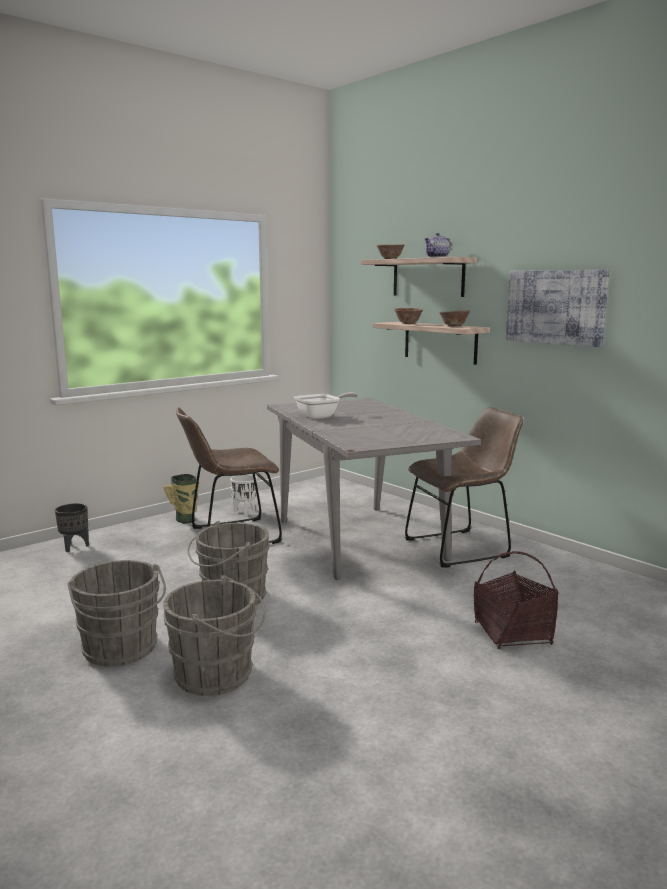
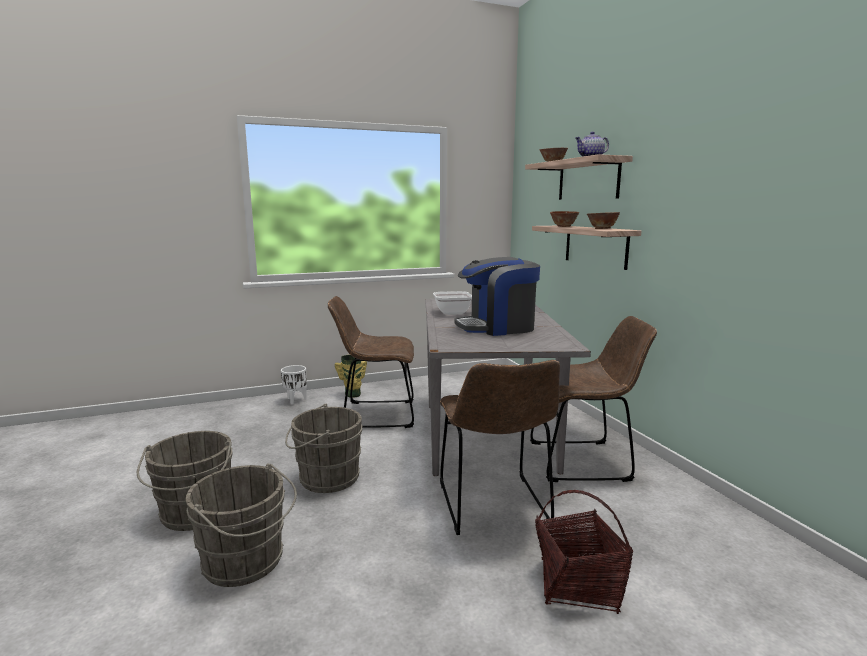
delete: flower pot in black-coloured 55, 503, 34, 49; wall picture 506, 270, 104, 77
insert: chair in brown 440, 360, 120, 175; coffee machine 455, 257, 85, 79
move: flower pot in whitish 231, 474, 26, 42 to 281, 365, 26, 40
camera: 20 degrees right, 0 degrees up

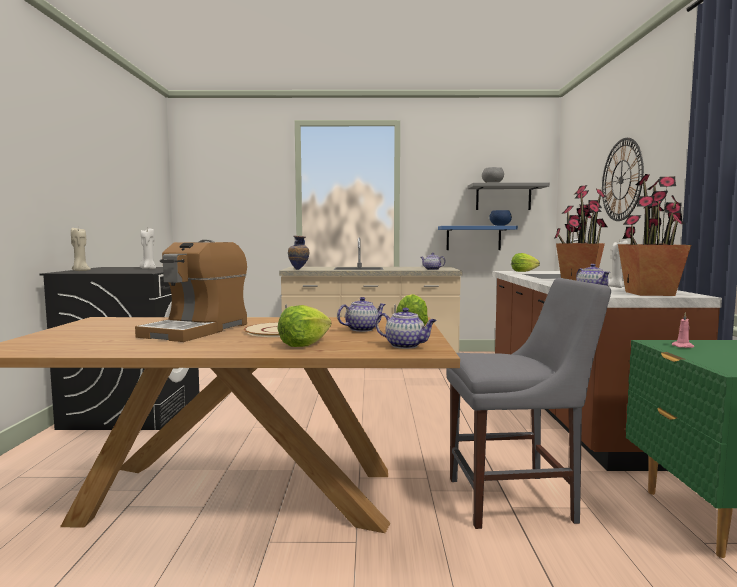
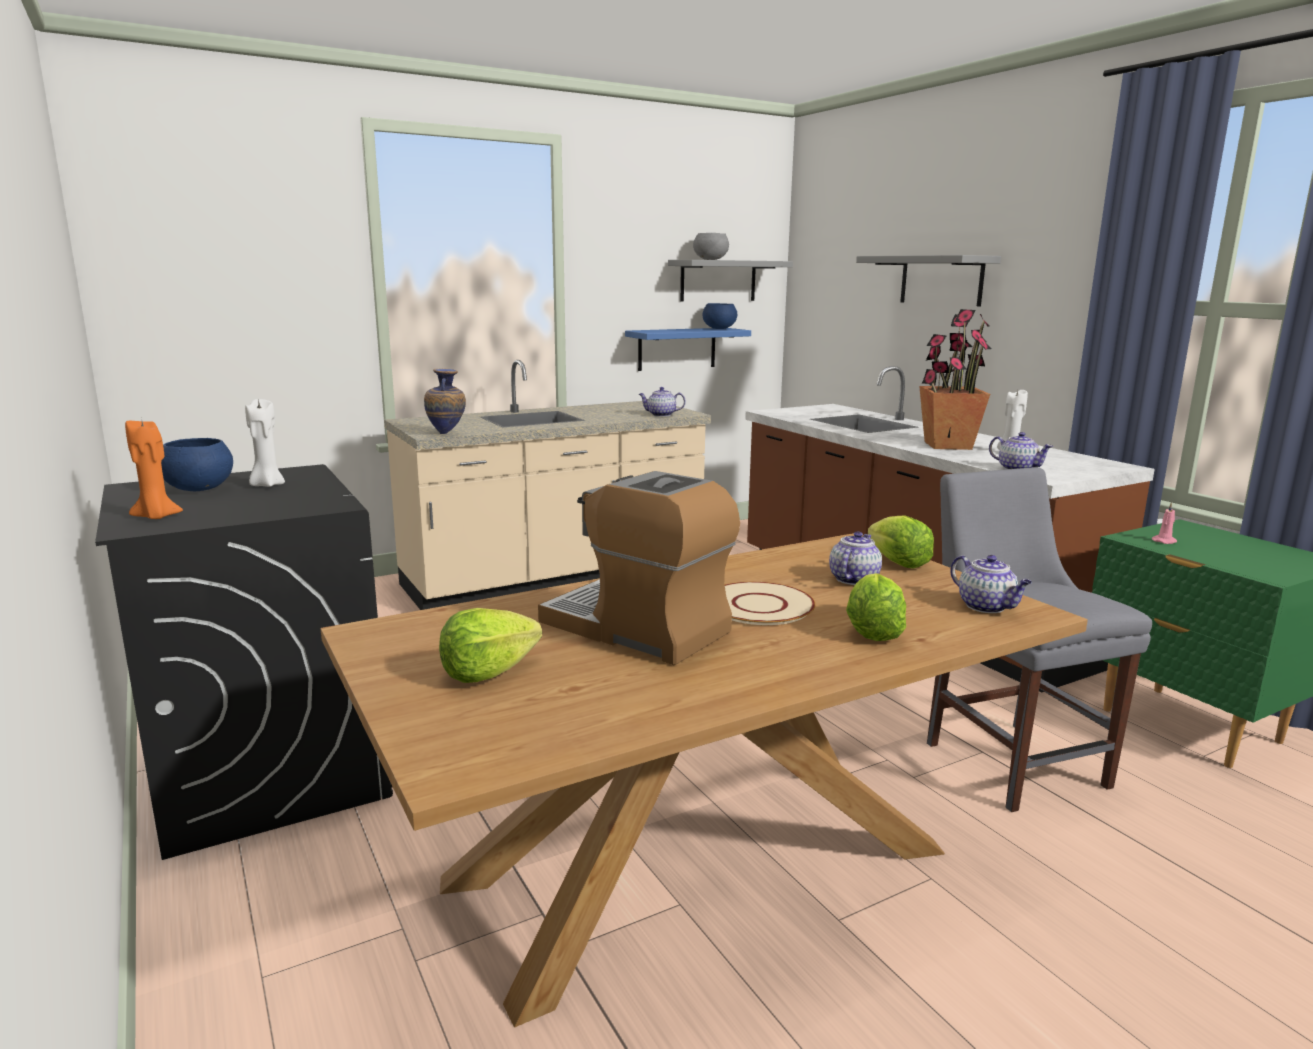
delete: plant in a pot 618, 174, 73, 122
insert: bowl in blue 161, 438, 72, 53
move: lettuce head 511, 253, 29, 19 to 439, 608, 103, 75
replace: clock on the wall 602, 138, 42, 83 to bracket shelf in greyish 856, 255, 145, 51
recolor: wax candle in beige-coloured 71, 228, 20, 43 to wax candle in orangey 125, 421, 58, 98
rotate: coffee machine 135, 240, 112, 102 = 538, 471, 202, 194 135 degrees clockwise; chair in greyish 446, 278, 165, 251 = 927, 467, 225, 345 75 degrees counterclockwise; pot for tea 376, 307, 61, 42 = 950, 555, 82, 58 60 degrees clockwise
camera: 30 degrees left, 10 degrees up

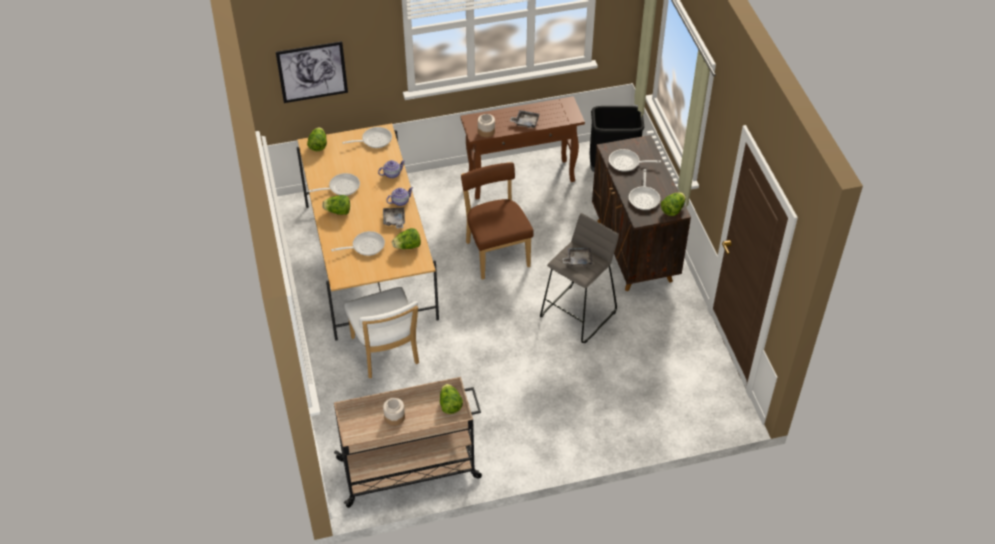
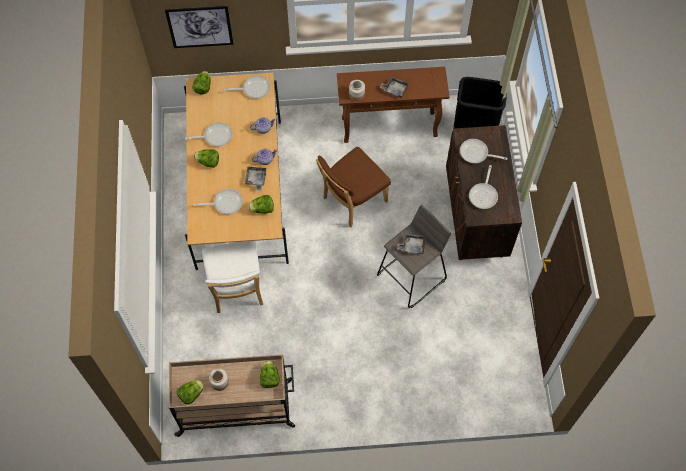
move: lettuce head 661, 192, 25, 24 to 177, 380, 27, 24
rotate: chair in brown 461, 162, 72, 118 = 316, 147, 75, 80 120 degrees counterclockwise
camera: 10 degrees right, 15 degrees up

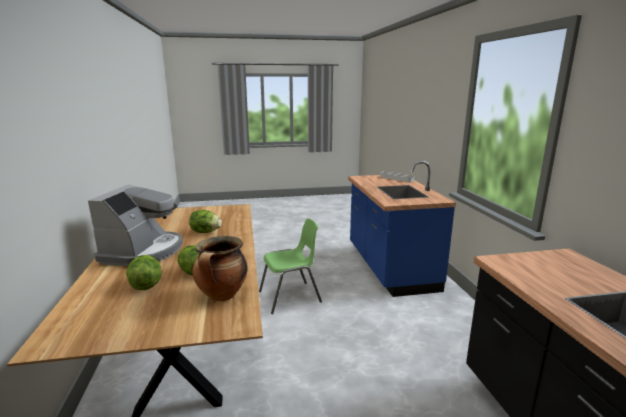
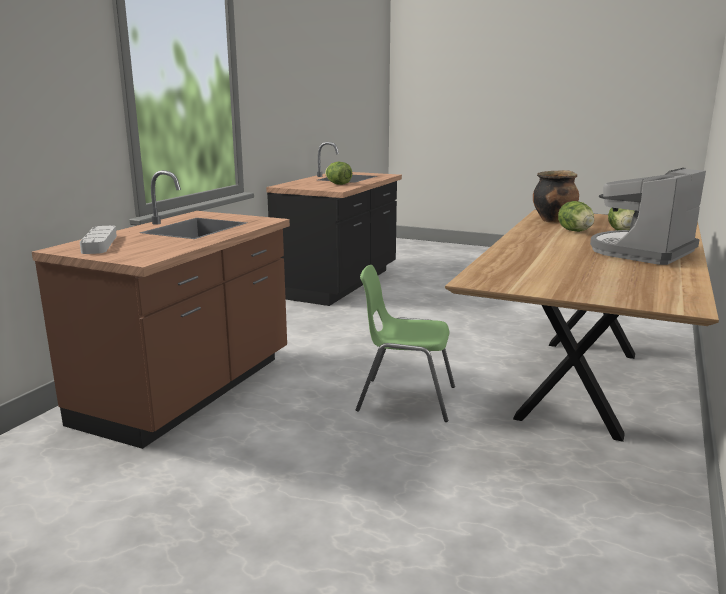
move: lettuce head 189, 210, 33, 23 to 325, 162, 27, 23
recolor: counter in blue 348, 161, 108, 136 to counter in brown 32, 170, 258, 279
camera: 145 degrees left, 0 degrees up

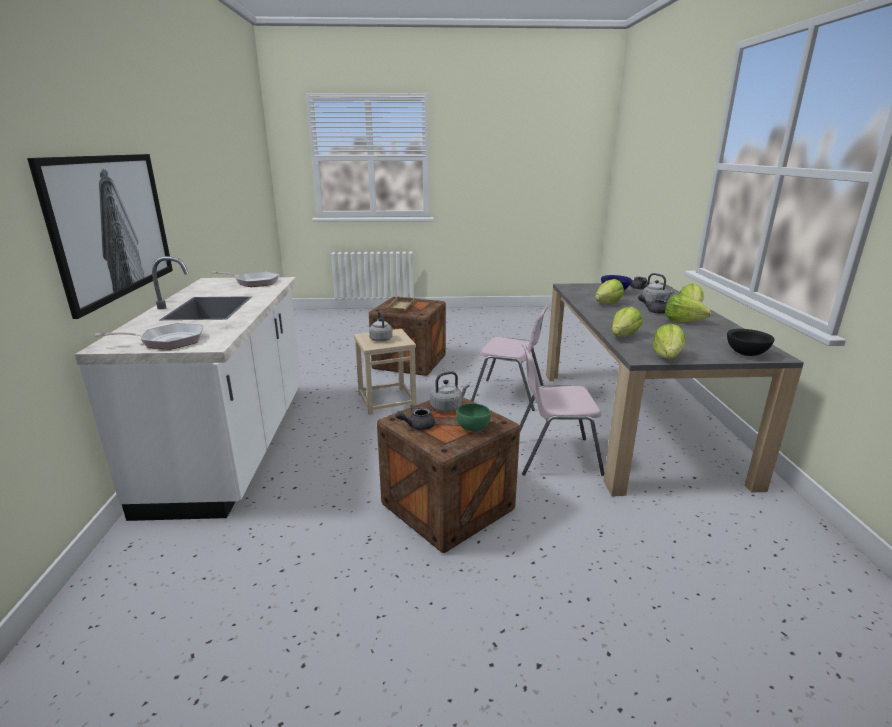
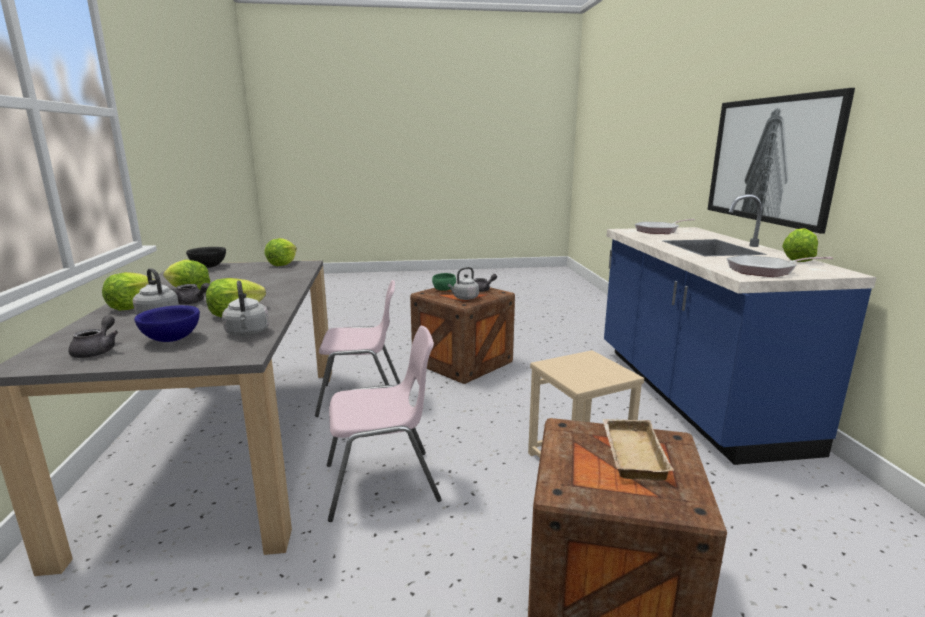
move: kettle in greyish 369, 311, 24, 31 to 222, 280, 47, 56; lettuce head 612, 307, 31, 30 to 782, 228, 36, 34
recolor: counter in whitish 75, 256, 226, 265 to counter in blue 604, 194, 273, 271
rotate: chair in pink 471, 305, 78, 106 = 327, 326, 115, 196 150 degrees clockwise
camera: 175 degrees right, 5 degrees down

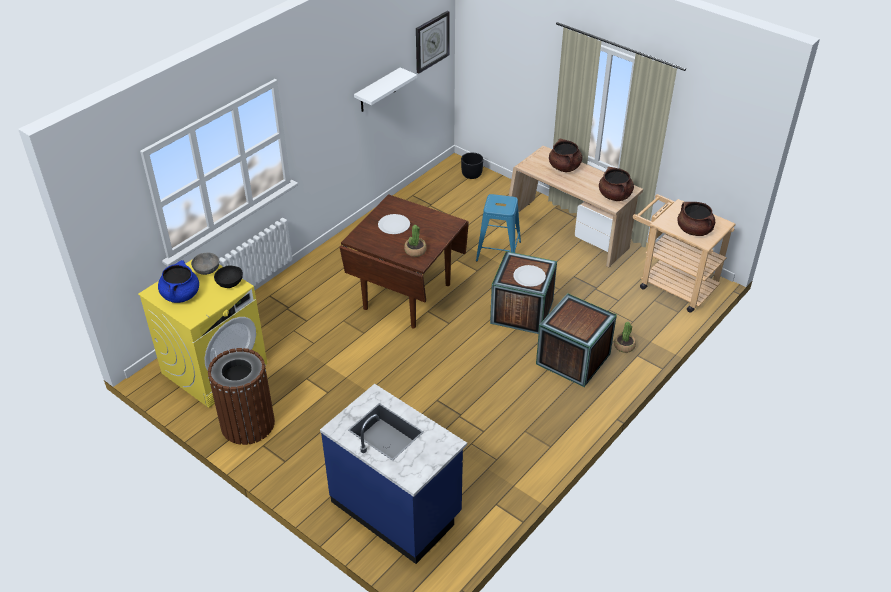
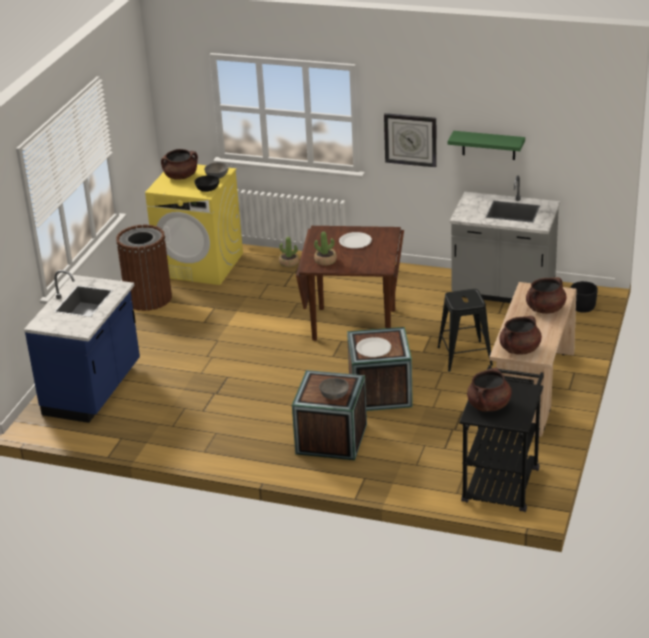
insert: bowl in greyish 319, 378, 30, 22; counter in greyish 450, 175, 110, 128
move: plant in a pot 614, 322, 22, 31 to 279, 237, 20, 30; clock on the wall 416, 11, 34, 62 to 384, 113, 53, 54
recolor: saucepot in blue 158, 260, 41, 43 to saucepot in brown 161, 149, 37, 31; stool seat in blue 476, 194, 45, 67 to stool seat in black-coloured 437, 289, 56, 83; bracket shelf in whitish 354, 67, 63, 45 to bracket shelf in green 448, 131, 77, 29; cart in beige-coloured 633, 194, 103, 119 to cart in black-coloured 459, 365, 85, 147
camera: 70 degrees right, 10 degrees down

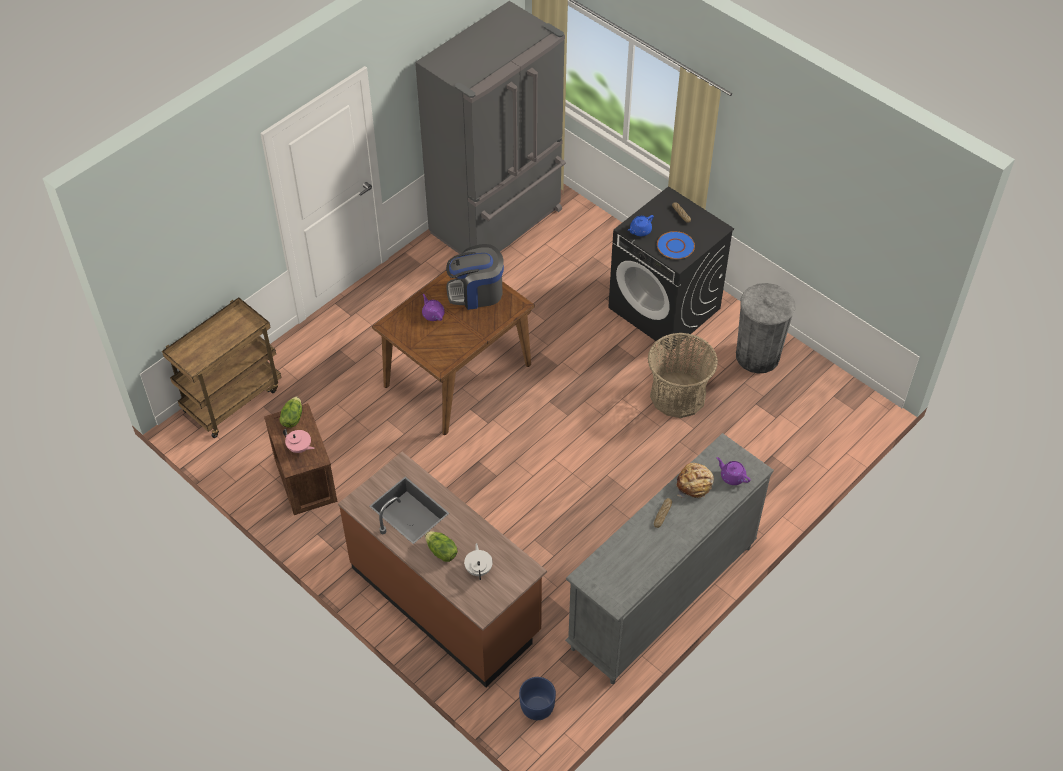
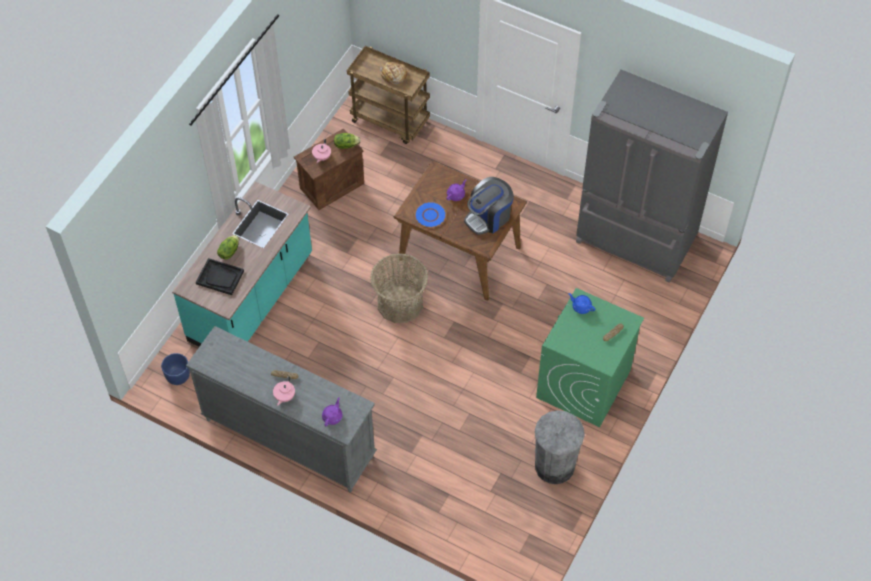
insert: pot for tea in pink 273, 376, 22, 30
move: household basket 647, 333, 71, 85 to 370, 253, 58, 70; bread 677, 463, 37, 35 to 380, 62, 27, 22; dinner plate in blue 657, 231, 38, 28 to 415, 202, 31, 26
replace: pot for tea in whitish 464, 543, 29, 37 to tray in black-coloured 196, 258, 48, 37
recolor: counter in brown 338, 452, 209, 235 to counter in turquoise-coloured 172, 181, 140, 166; washing machine in black-coloured 608, 186, 126, 165 to washing machine in green 536, 288, 108, 139
rotate: coffee machine 446, 244, 58, 66 = 464, 177, 50, 58 105 degrees counterclockwise
camera: 75 degrees right, 5 degrees up

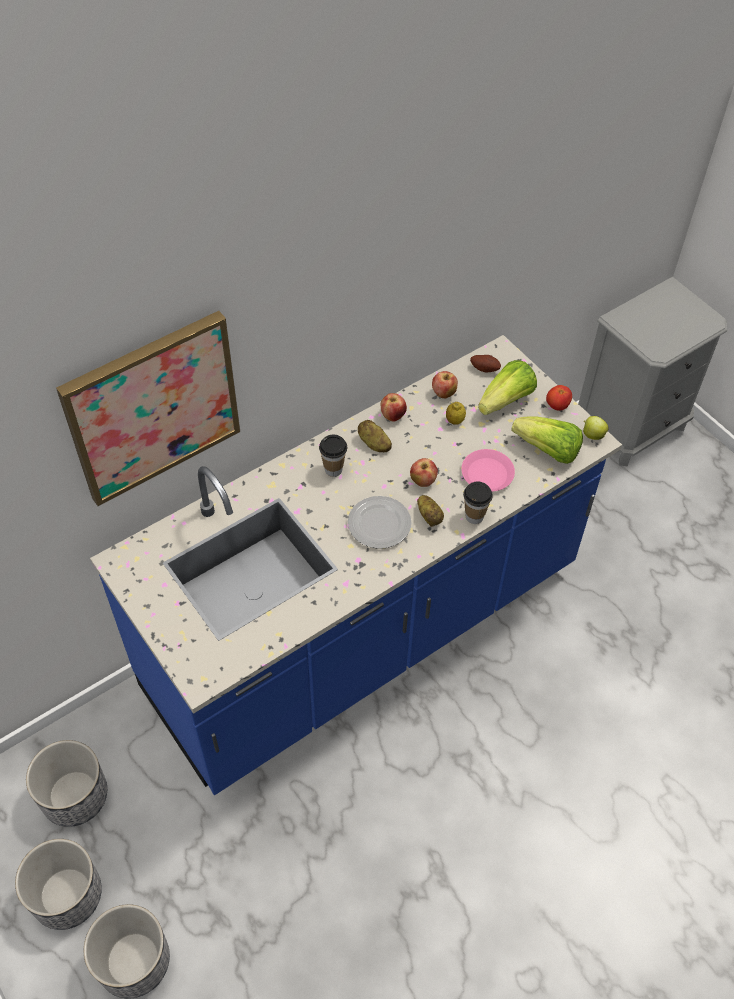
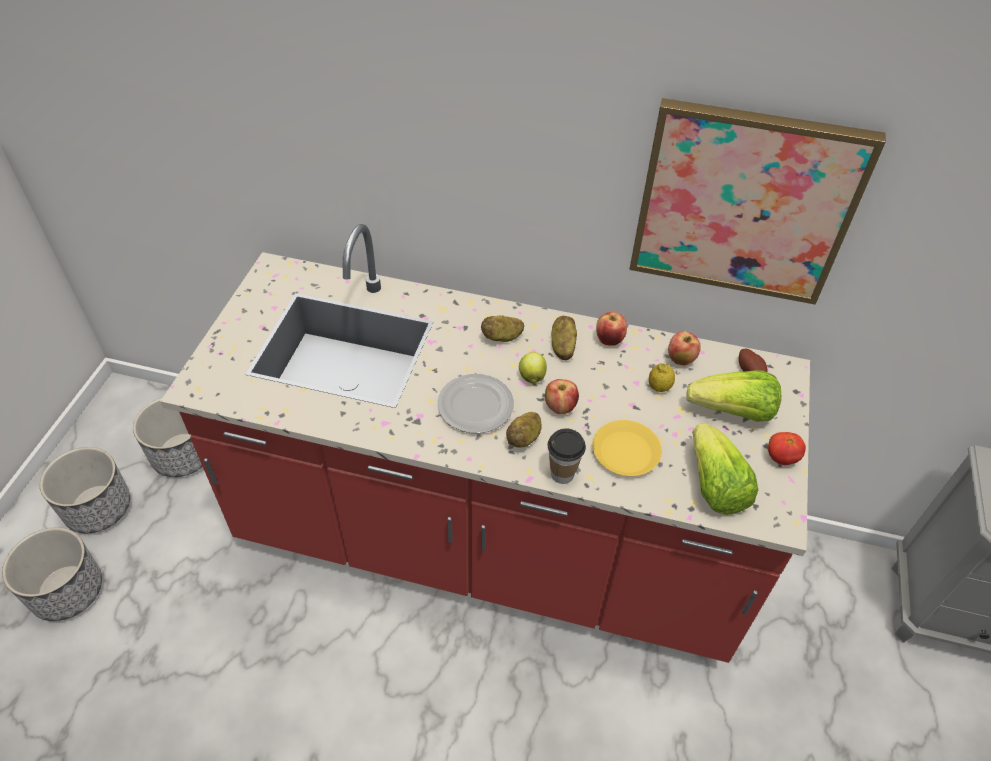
move: apple 583, 416, 26, 24 to 519, 352, 28, 31; wall picture 56, 311, 184, 195 to 629, 98, 257, 207
replace: cup 319, 435, 28, 42 to spud 481, 315, 43, 27
recolor: counter in blue 90, 335, 532, 460 to counter in red-coloured 160, 224, 650, 439; dinner plate in pink 461, 449, 54, 43 to dinner plate in yellowish 592, 420, 70, 56
camera: 50 degrees right, 5 degrees down

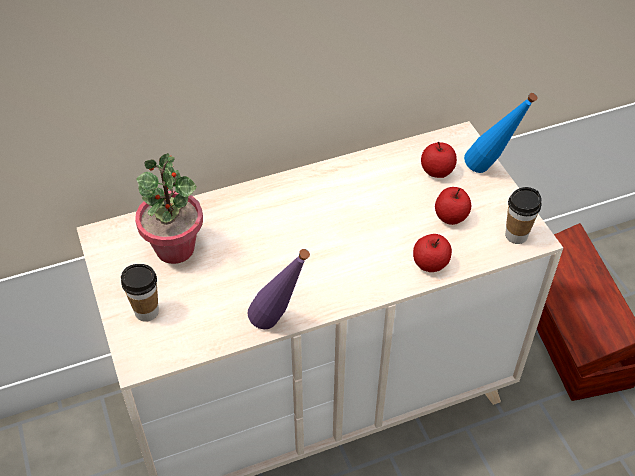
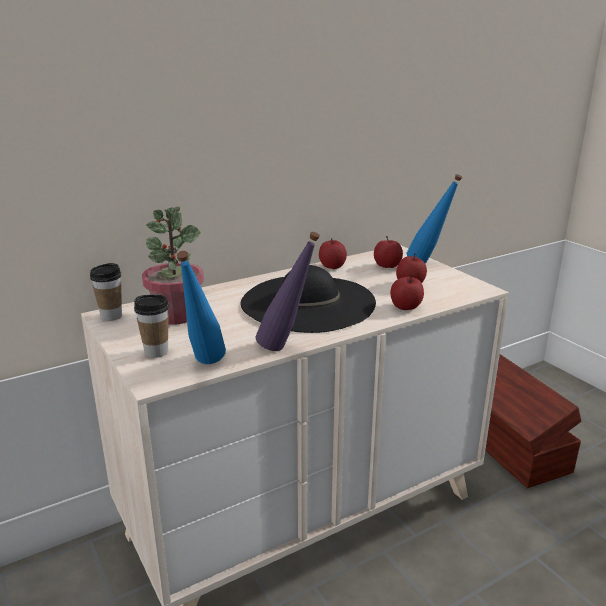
insert: beverage bottle in blue 177, 251, 49, 113; wearable hat in black-coloured 241, 265, 135, 68; apple 319, 238, 28, 31
move: cup 505, 187, 37, 57 to 90, 263, 32, 58
camera: 10 degrees left, 25 degrees down

